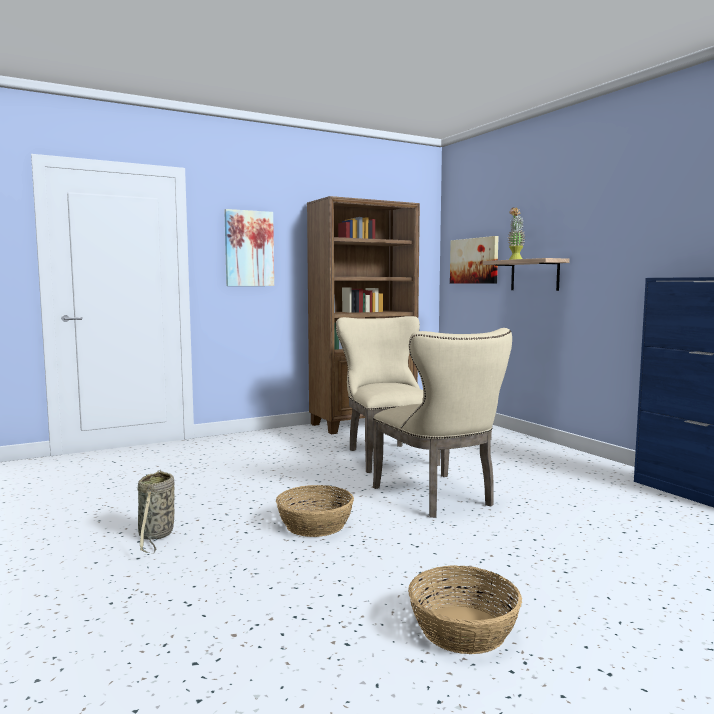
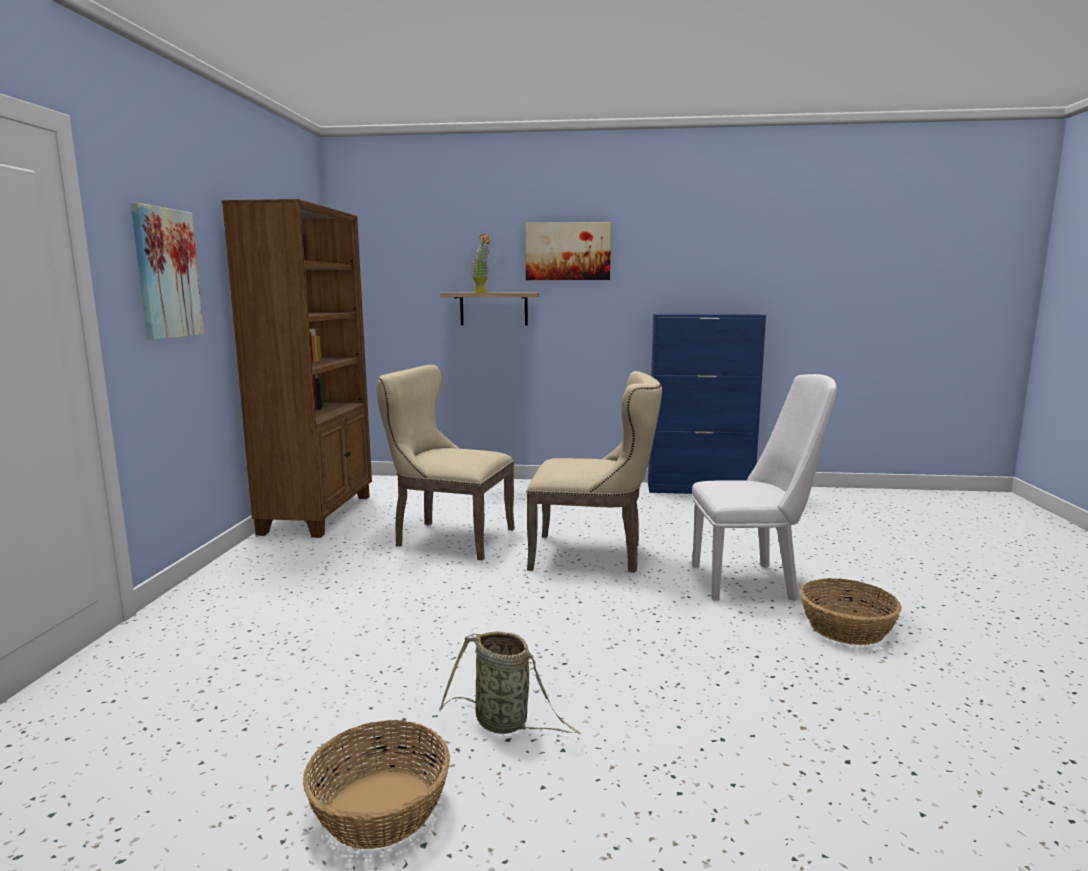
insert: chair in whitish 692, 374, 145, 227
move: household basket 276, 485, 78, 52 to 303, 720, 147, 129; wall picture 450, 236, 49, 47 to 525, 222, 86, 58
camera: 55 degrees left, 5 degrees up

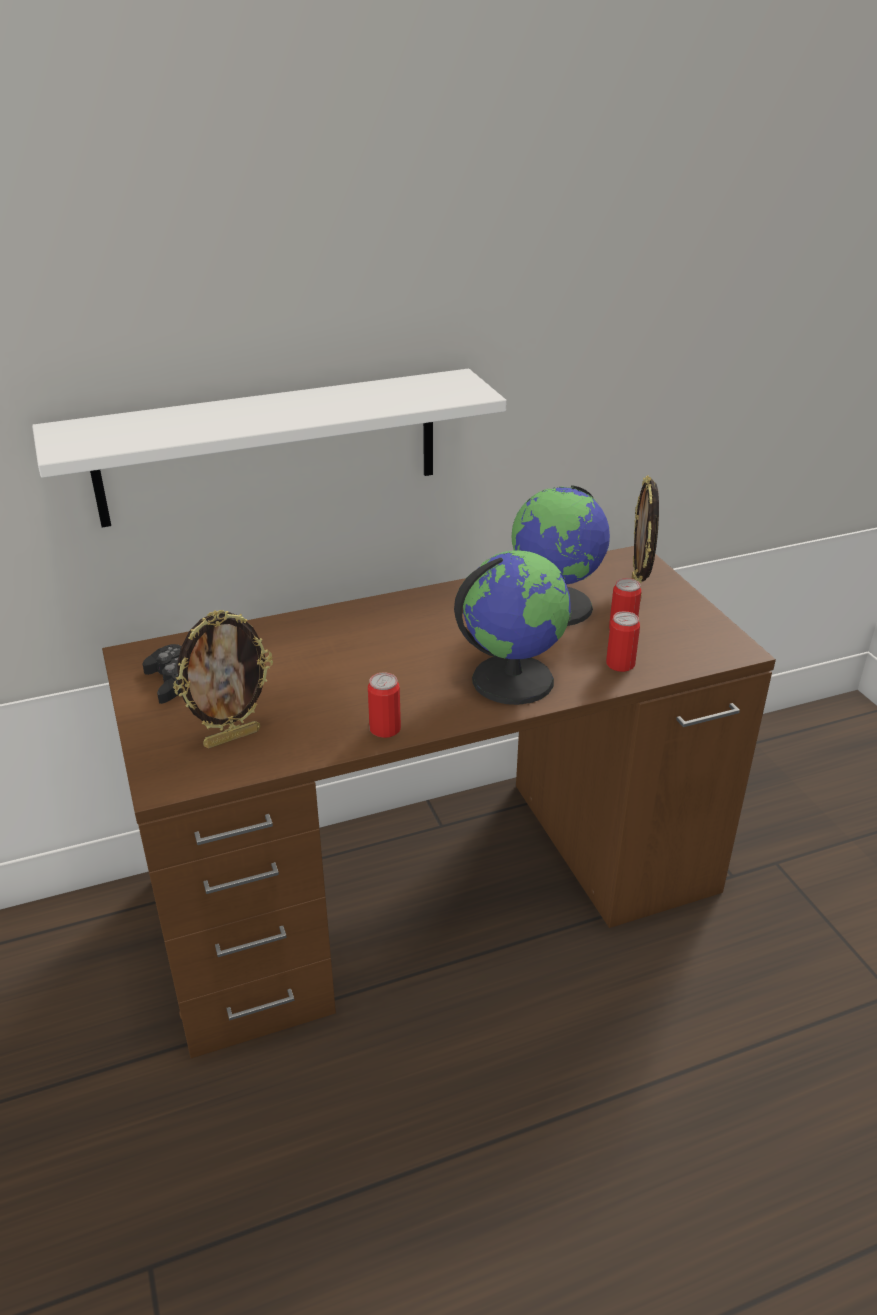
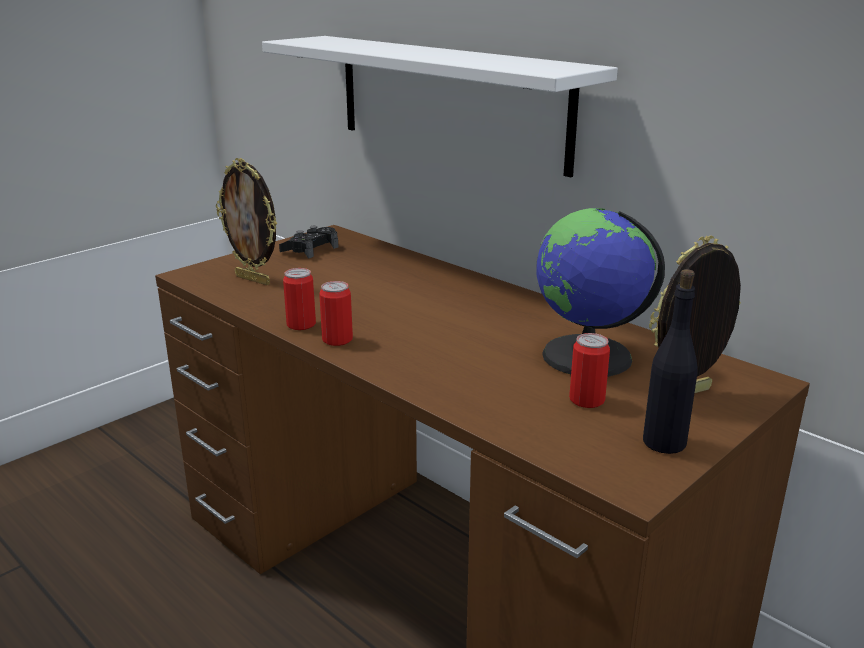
delete: world globe 454, 550, 118, 155
insert: beverage bottle in black-coloured 643, 269, 55, 185
move: sealed can 606, 611, 34, 61 to 319, 281, 34, 65
camera: 65 degrees right, 10 degrees down

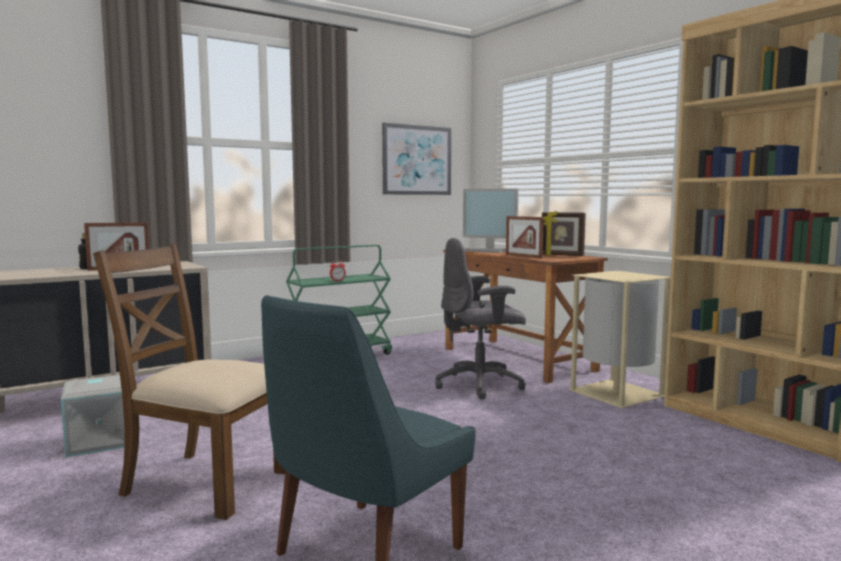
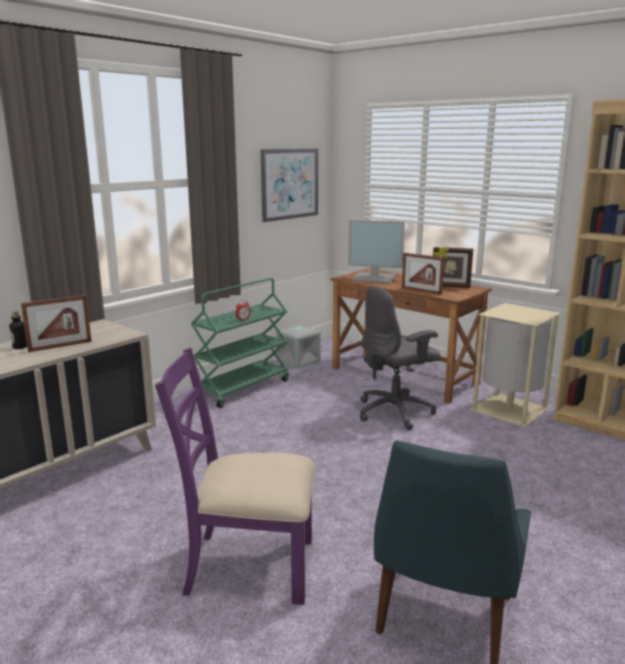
move: storage container in greyish 61, 375, 64, 82 to 276, 325, 45, 44
recolor: chair in brown 93, 244, 193, 276 to chair in purplish 155, 348, 160, 257
camera: 15 degrees left, 10 degrees up

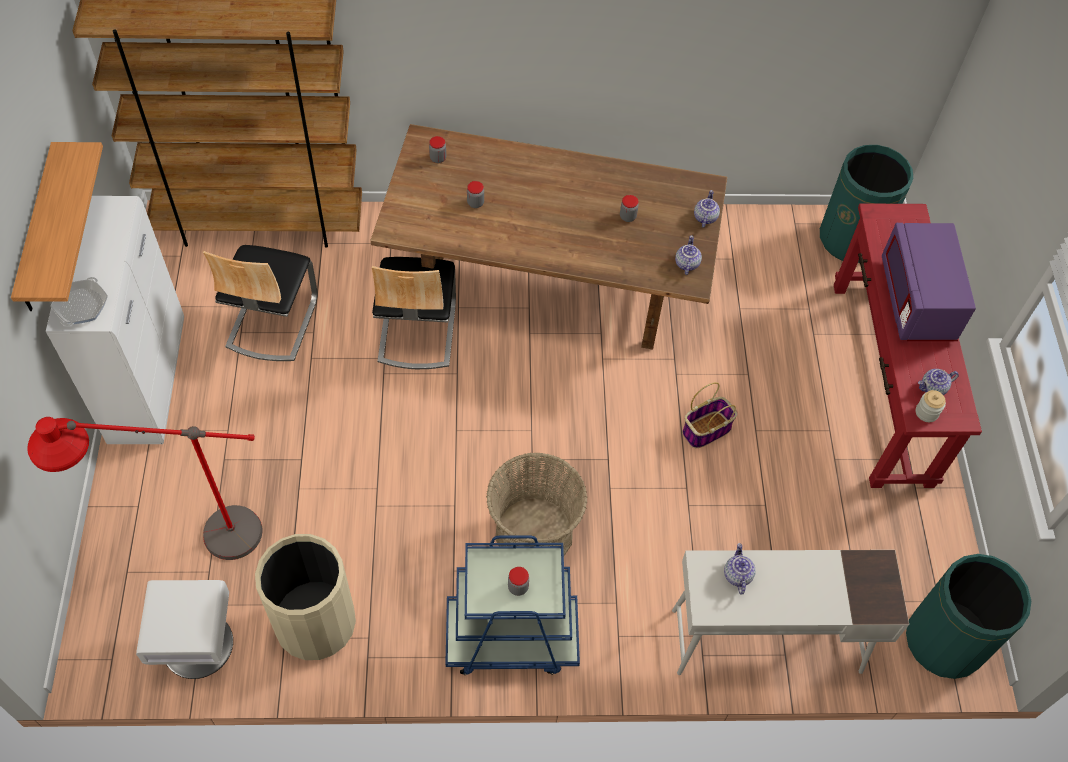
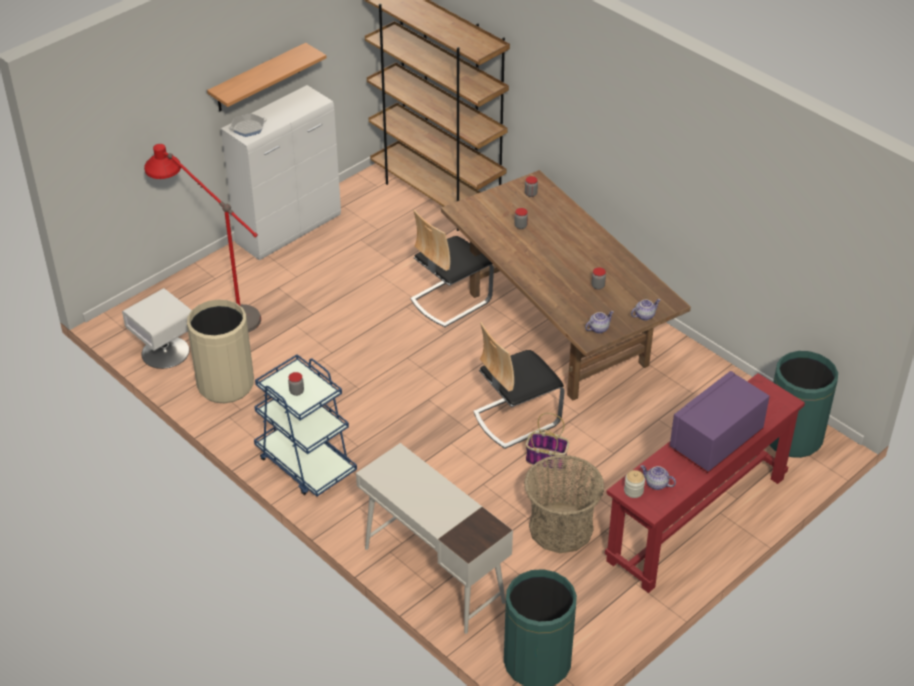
delete: pot for tea 724, 543, 32, 52
move: chair 203, 245, 115, 116 to 473, 322, 92, 127; household basket 486, 452, 101, 104 to 524, 455, 80, 98
camera: 50 degrees right, 15 degrees down

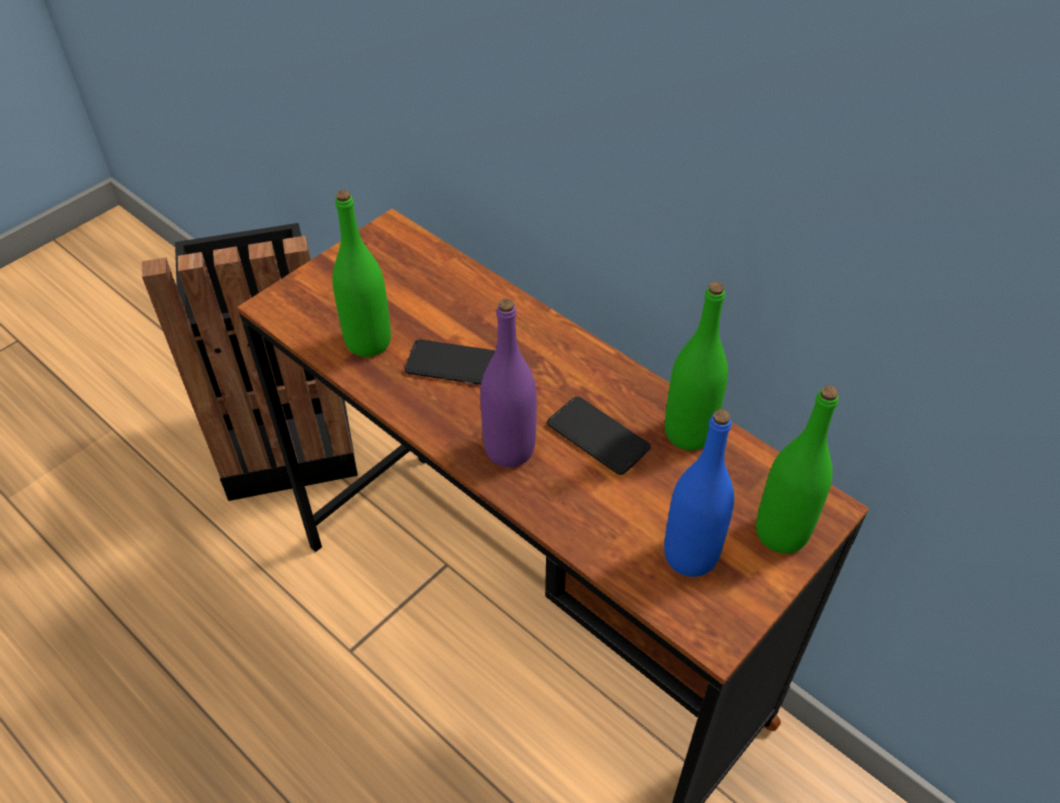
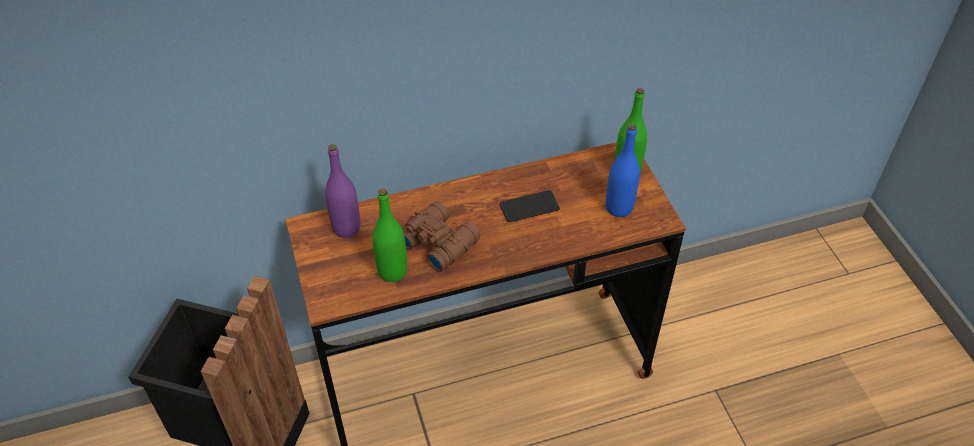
delete: beverage bottle in green 665, 282, 63, 168
move: beverage bottle in purplish 480, 299, 57, 168 to 325, 144, 35, 94
replace: telephone 404, 339, 92, 46 to binoculars in brown 402, 201, 78, 71
camera: 60 degrees left, 0 degrees up

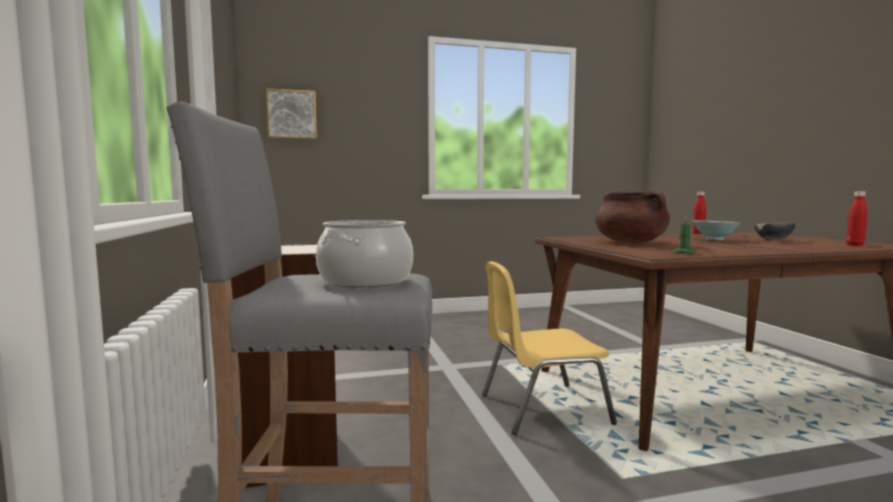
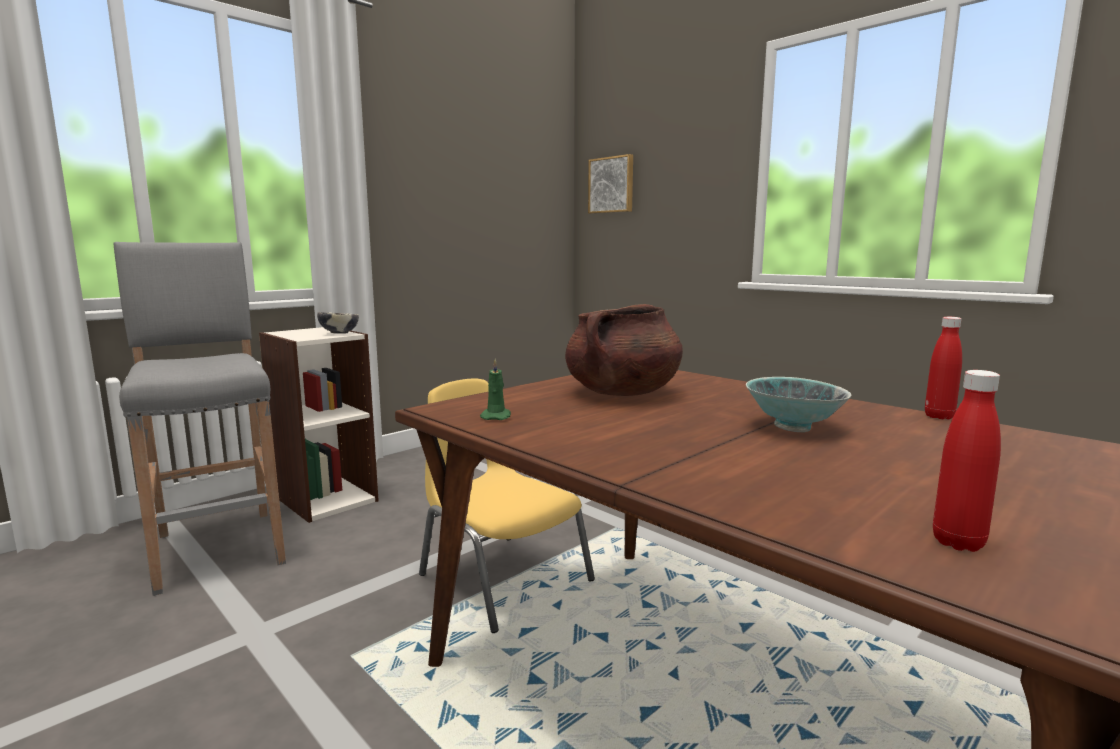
delete: saucepot 316, 220, 97, 67
move: bowl 754, 222, 41, 19 to 317, 312, 42, 22
camera: 60 degrees right, 5 degrees up

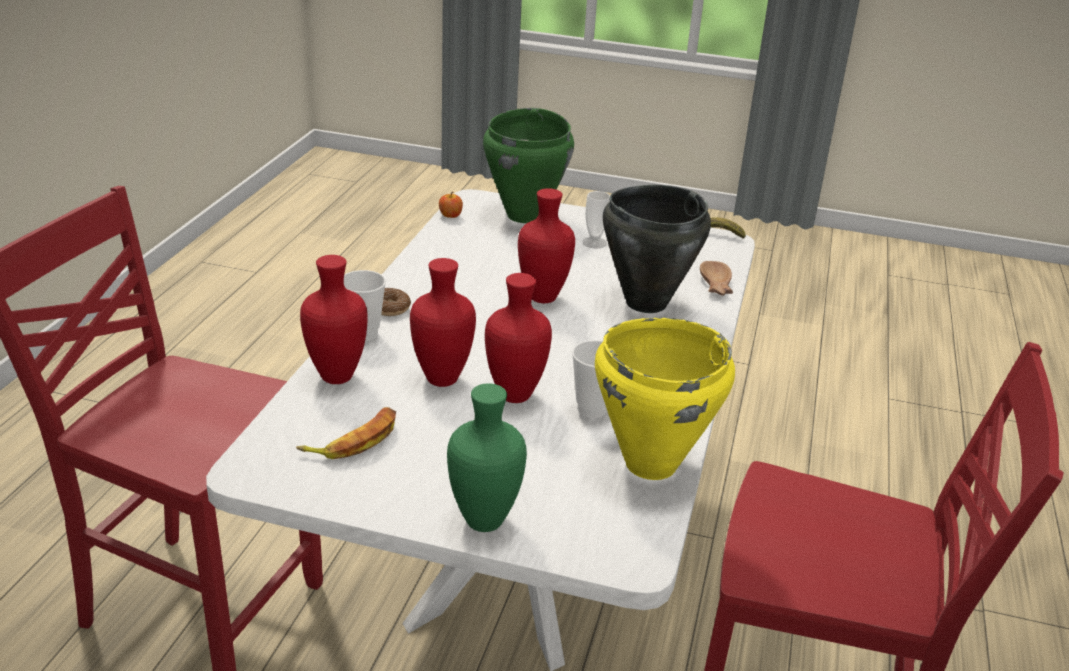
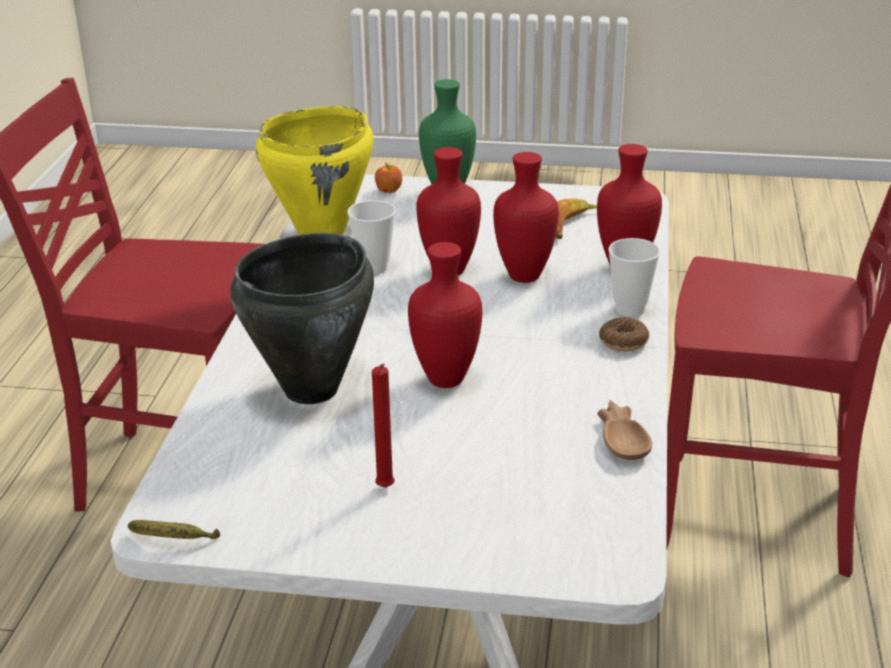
delete: saucepot in green 483, 108, 91, 115
move: apple 439, 192, 24, 26 to 375, 163, 27, 30; bowl in brown 700, 261, 33, 35 to 598, 400, 54, 60
replace: cup 582, 191, 28, 57 to wax candle in red-coloured 372, 364, 23, 124
camera: 175 degrees right, 0 degrees up

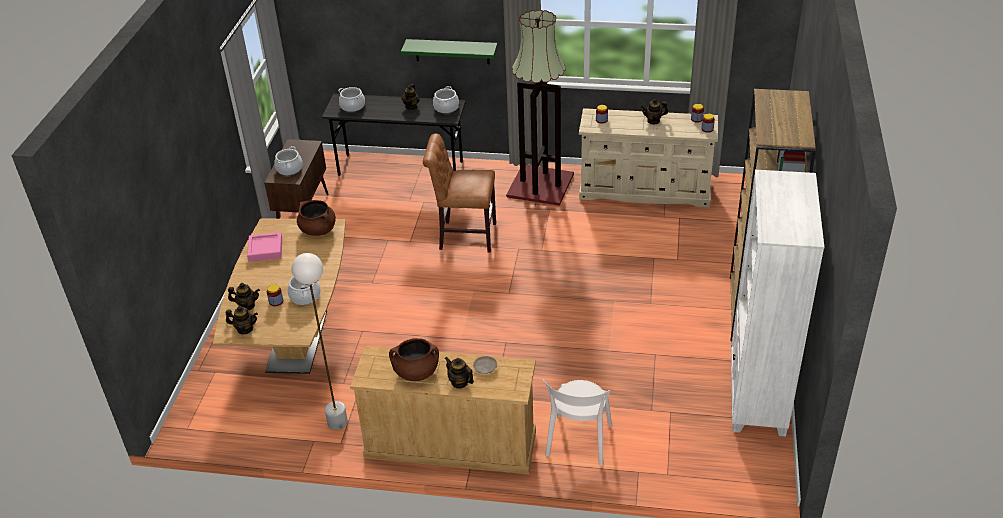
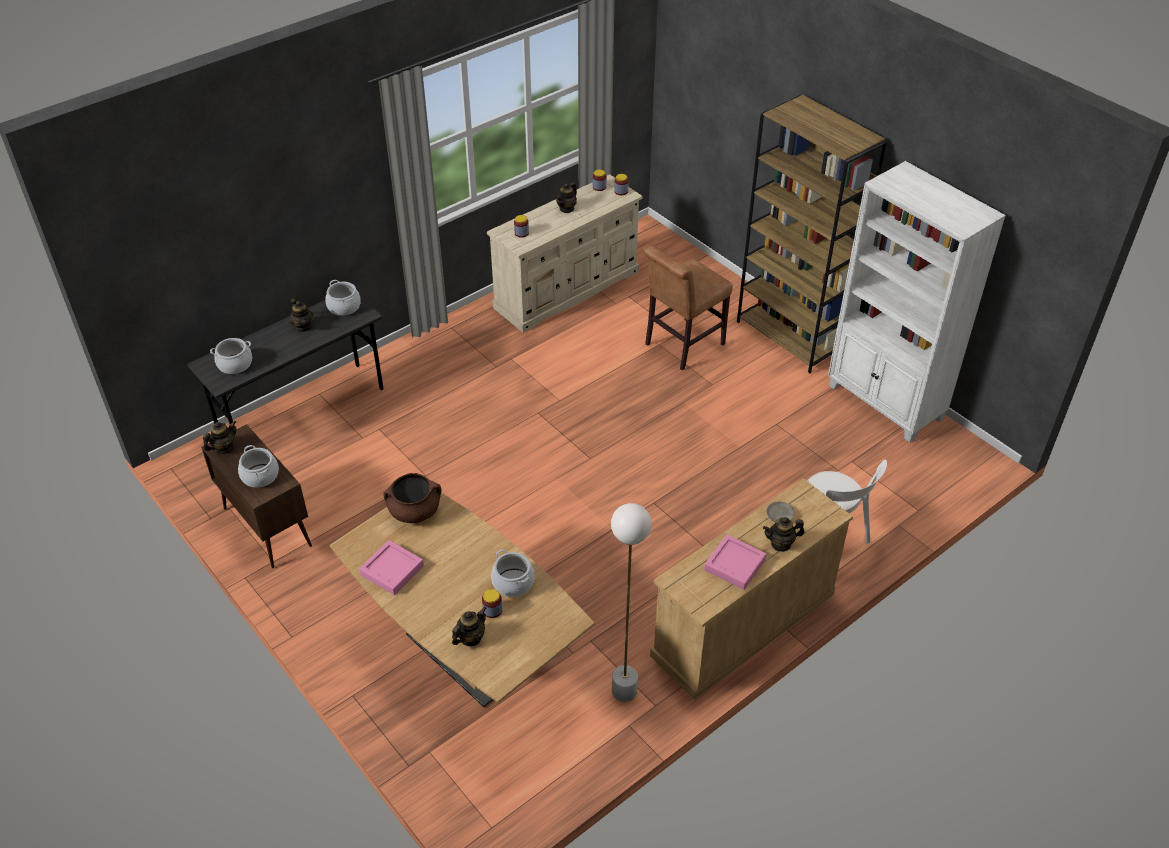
delete: bracket shelf in green 401, 39, 97, 25; standard lamp 506, 10, 68, 196
move: pot for tea 225, 306, 33, 28 to 203, 420, 33, 34; chair in brown 423, 134, 73, 119 to 643, 244, 90, 126
replace: saucepot in brown 389, 338, 50, 43 to tray in pink 704, 535, 62, 55
camera: 50 degrees left, 5 degrees up

